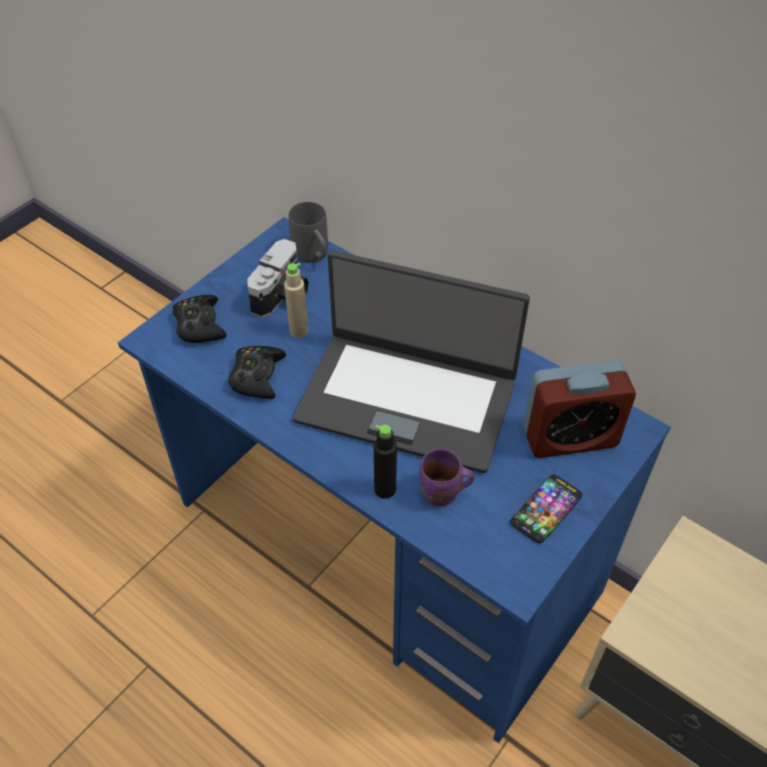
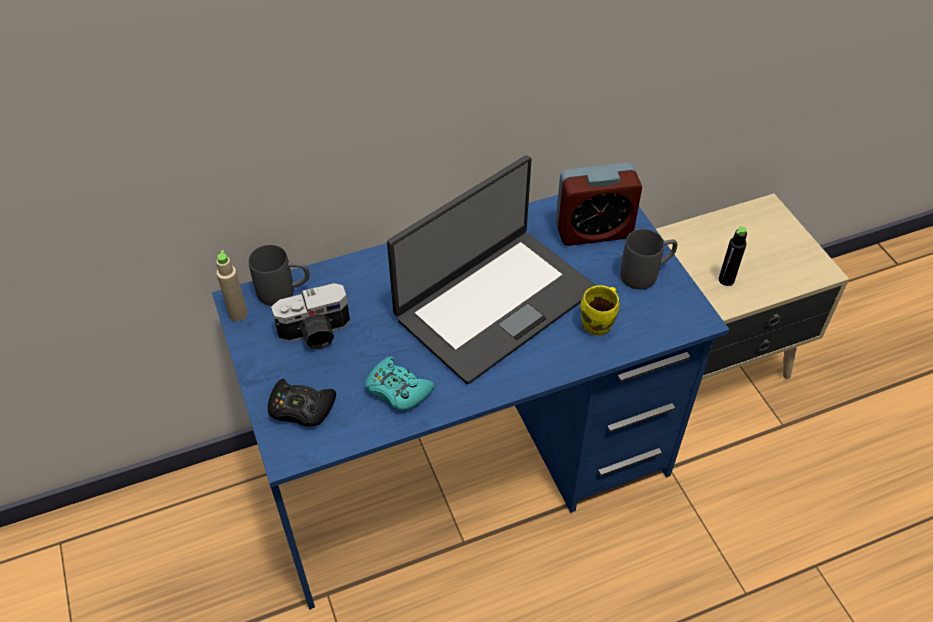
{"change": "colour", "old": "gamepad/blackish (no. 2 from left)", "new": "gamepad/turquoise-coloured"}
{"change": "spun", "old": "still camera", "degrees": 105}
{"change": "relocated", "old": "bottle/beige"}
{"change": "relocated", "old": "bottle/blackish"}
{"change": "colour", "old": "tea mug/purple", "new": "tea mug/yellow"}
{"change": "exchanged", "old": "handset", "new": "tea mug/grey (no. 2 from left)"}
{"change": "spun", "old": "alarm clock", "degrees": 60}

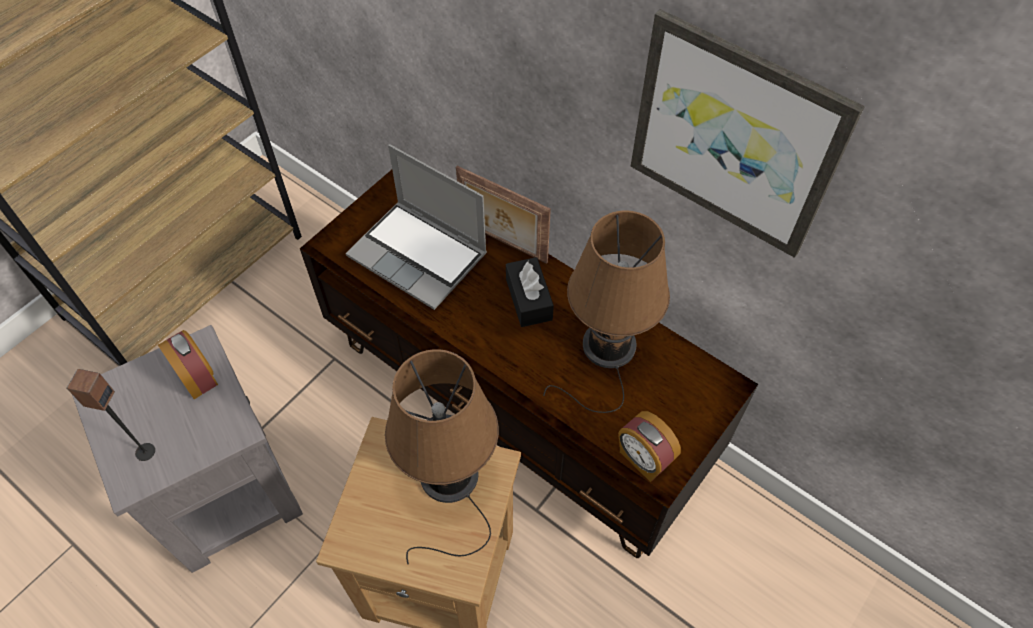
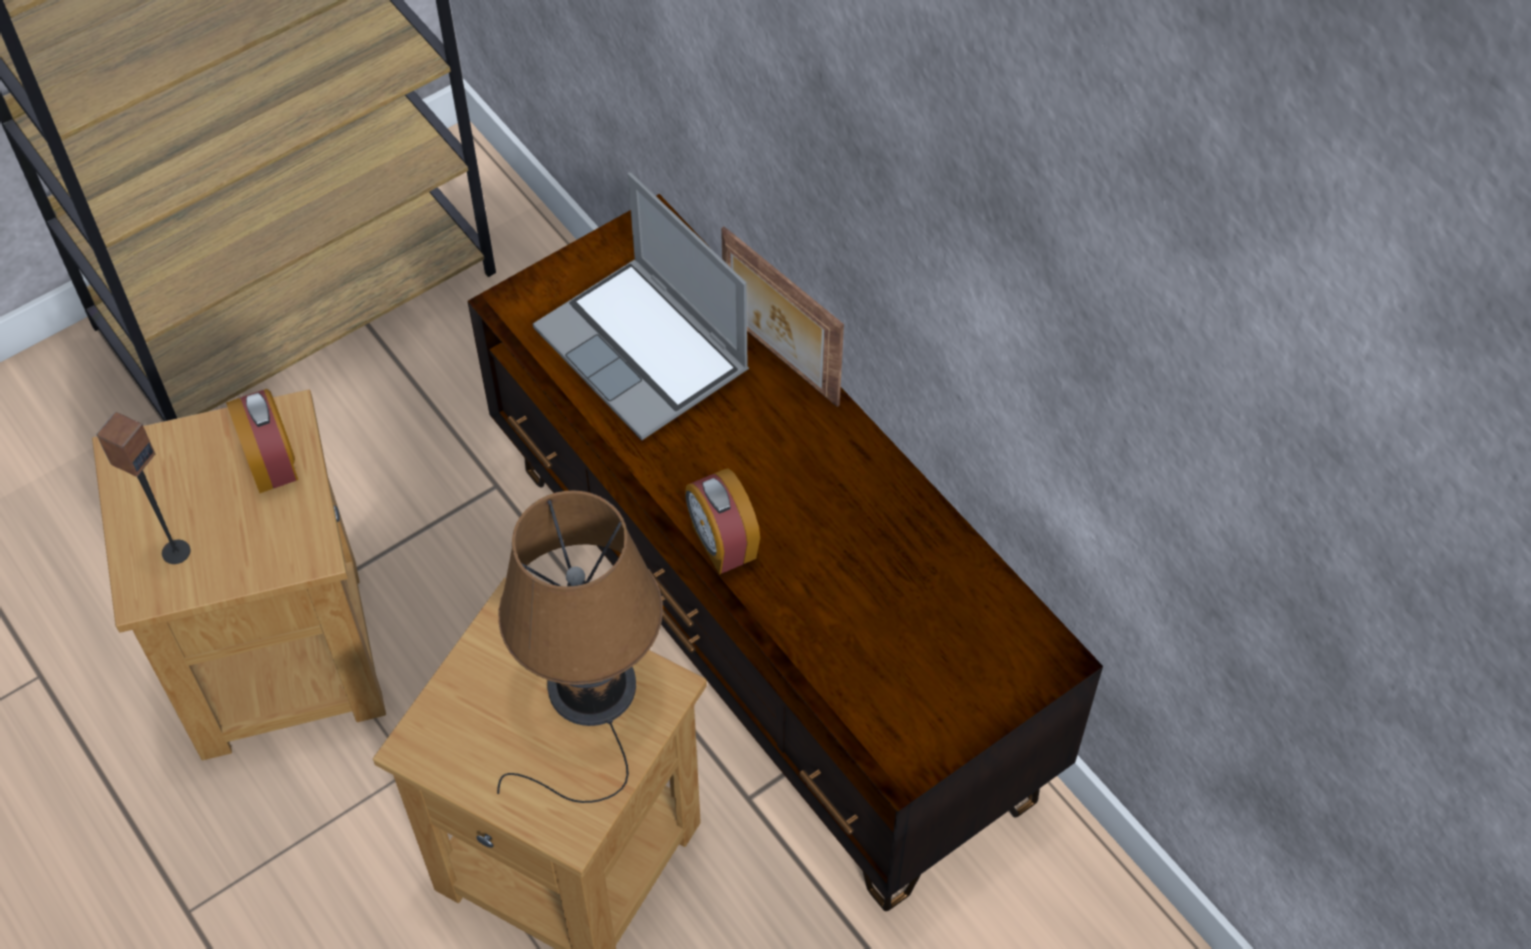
{"change": "colour", "old": "accent table/grey", "new": "accent table/brown-coloured (no. 1 from left)"}
{"change": "missing", "old": "box of tissues/blackish"}
{"change": "missing", "old": "table lamp/brown-coloured (no. 2 from left)"}
{"change": "relocated", "old": "alarm clock (no. 2 from left)"}
{"change": "missing", "old": "wall picture"}

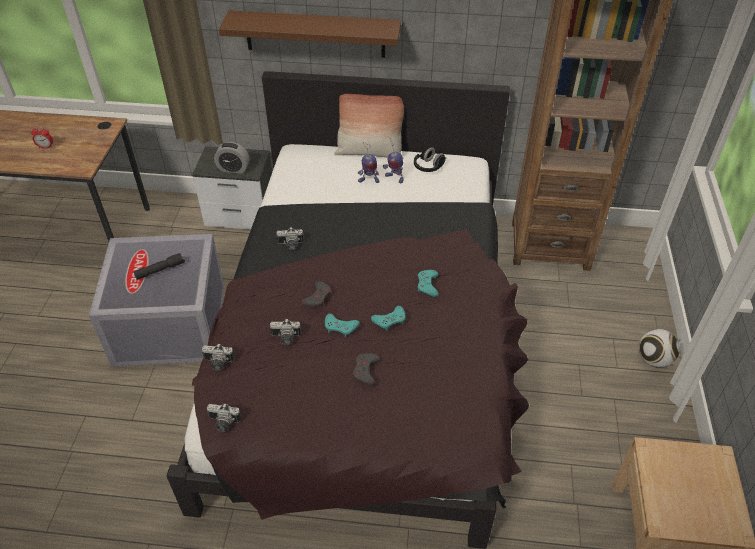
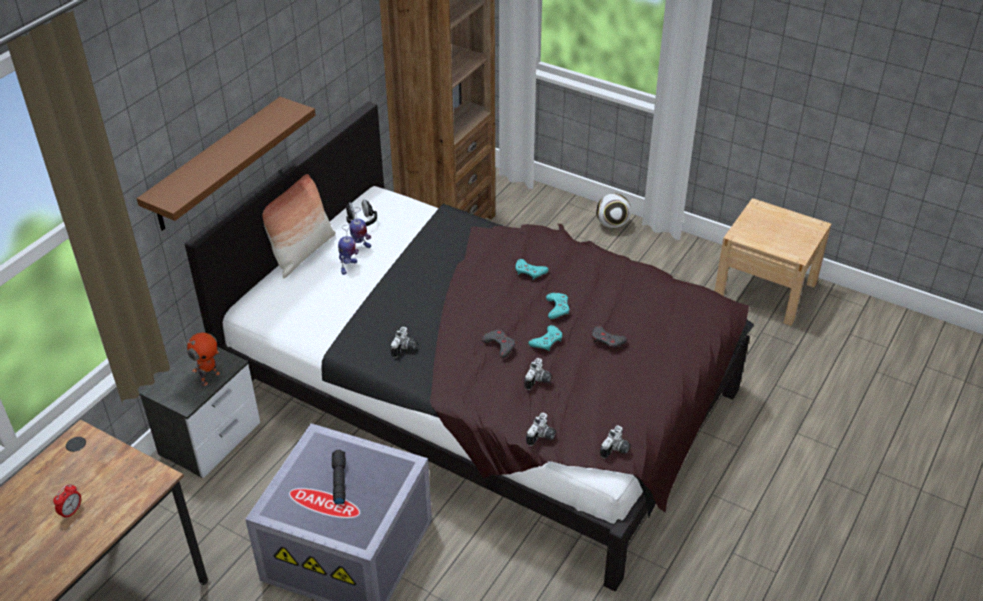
{"change": "exchanged", "old": "alarm clock (no. 2 from left)", "new": "robot figure (no. 1 from left)"}

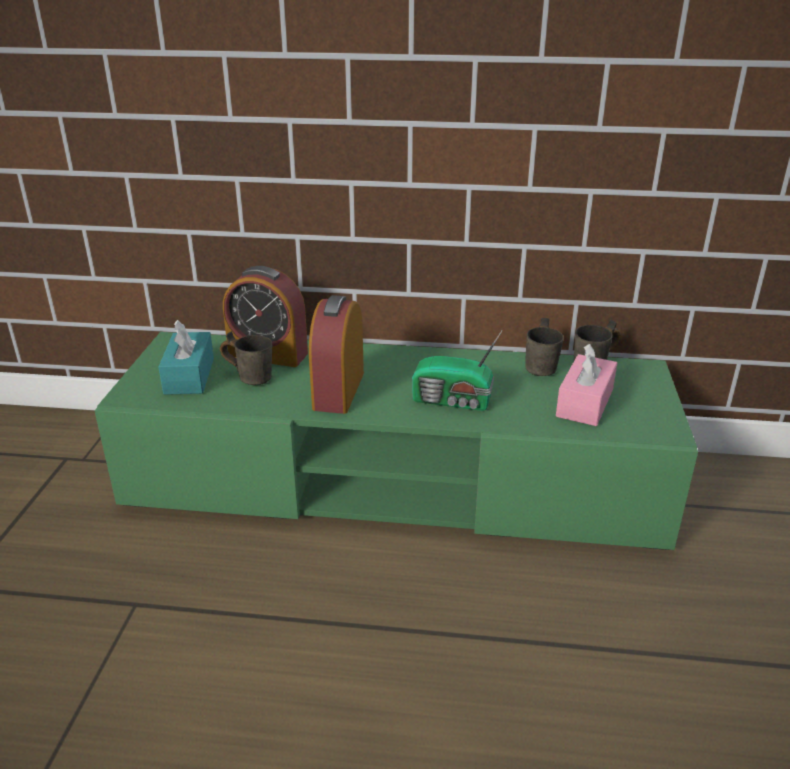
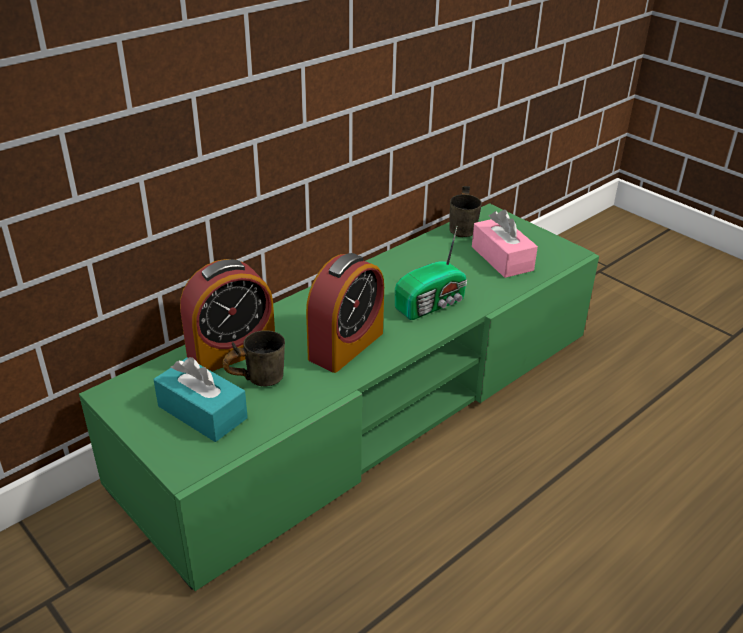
{"change": "spun", "old": "alarm clock (no. 2 from left)", "degrees": -105}
{"change": "missing", "old": "tea mug/grey (no. 2 from left)"}

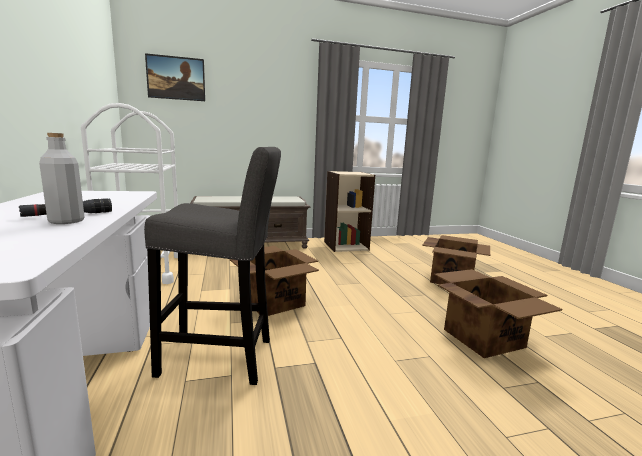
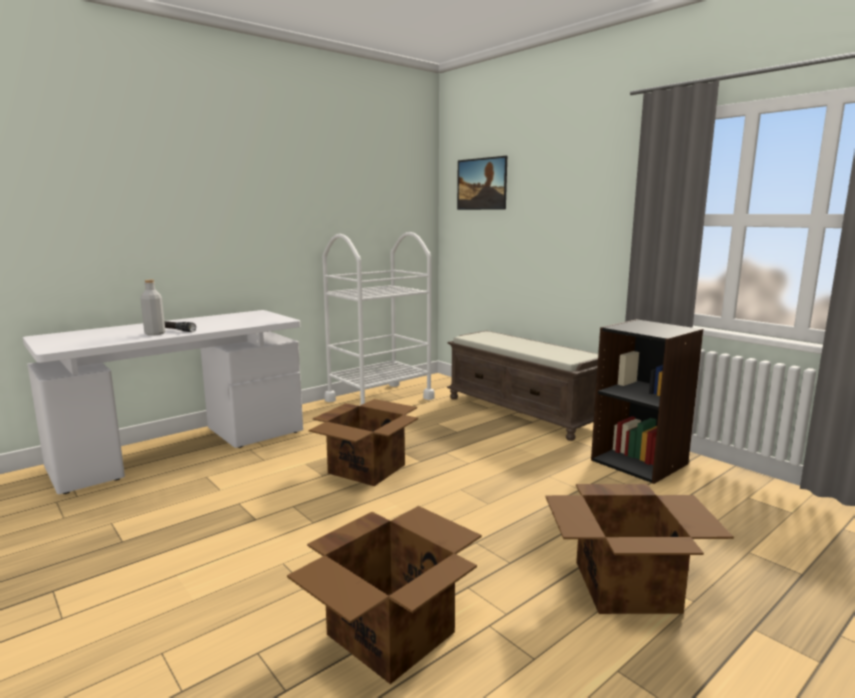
{"change": "missing", "old": "stool seat/grey"}
{"change": "colour", "old": "shelving unit/beige", "new": "shelving unit/blackish"}

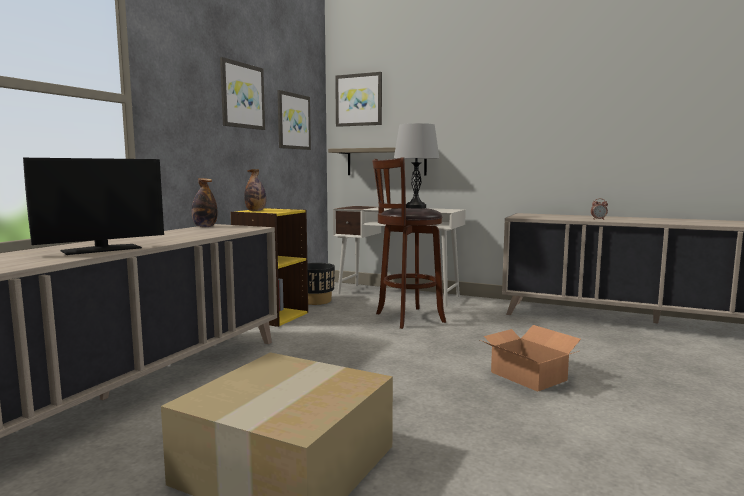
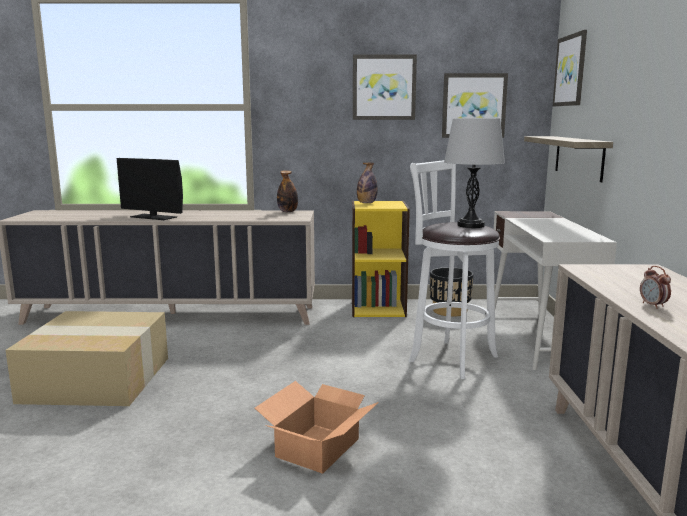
{"change": "colour", "old": "stool seat/brown-coloured", "new": "stool seat/white"}

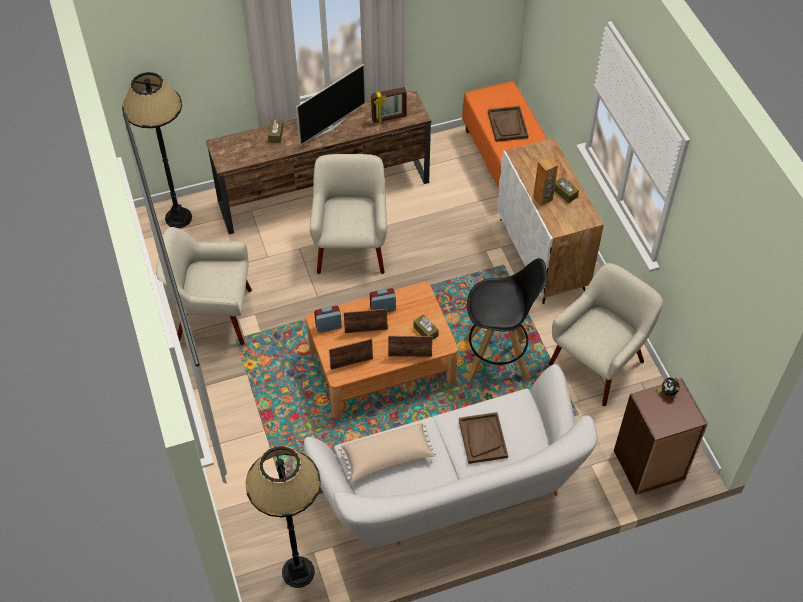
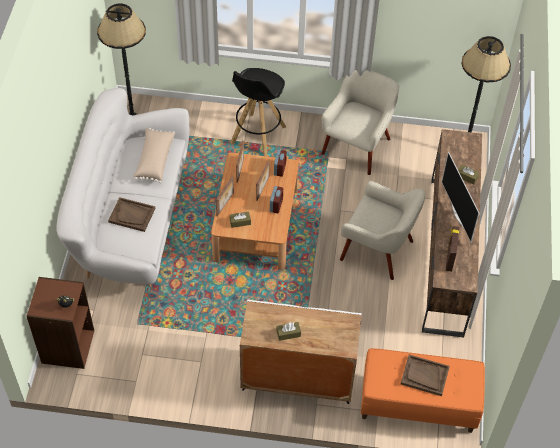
{"change": "relocated", "old": "stool seat/blackish"}
{"change": "missing", "old": "loudspeaker/brown-coloured"}
{"change": "missing", "old": "armchair/beige (no. 3 from left)"}

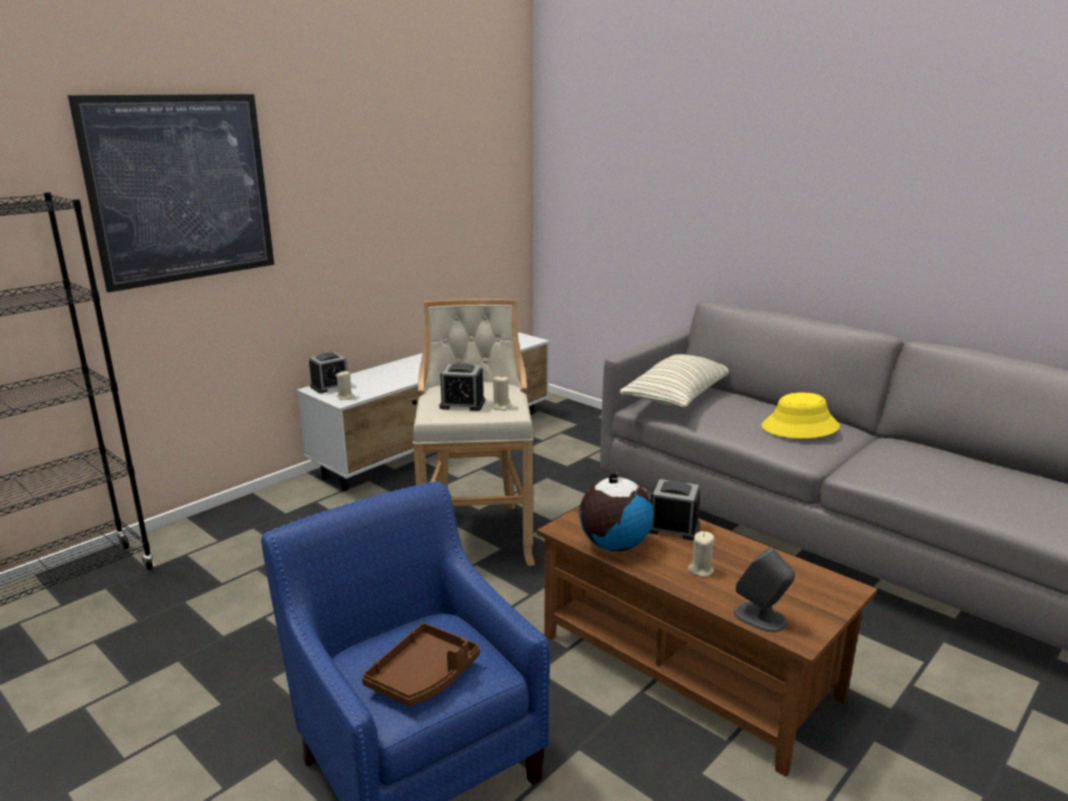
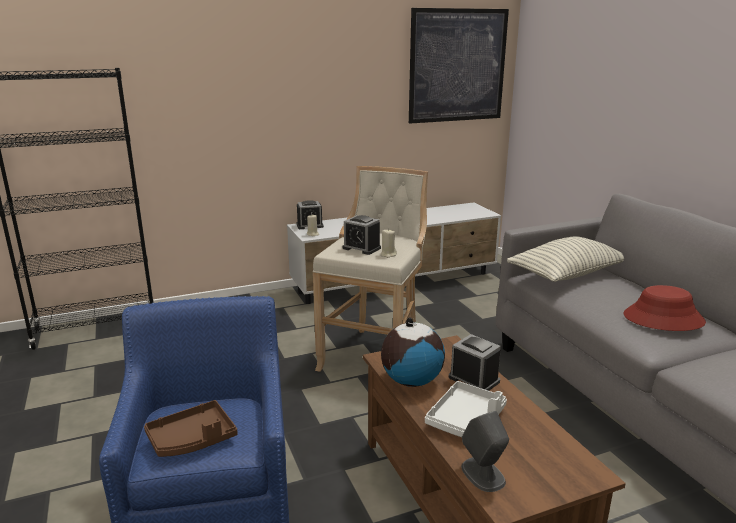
{"change": "relocated", "old": "wall picture"}
{"change": "exchanged", "old": "wax light/beige (no. 3 from left)", "new": "serving tray/white"}
{"change": "colour", "old": "wearable hat/yellow", "new": "wearable hat/reddish"}

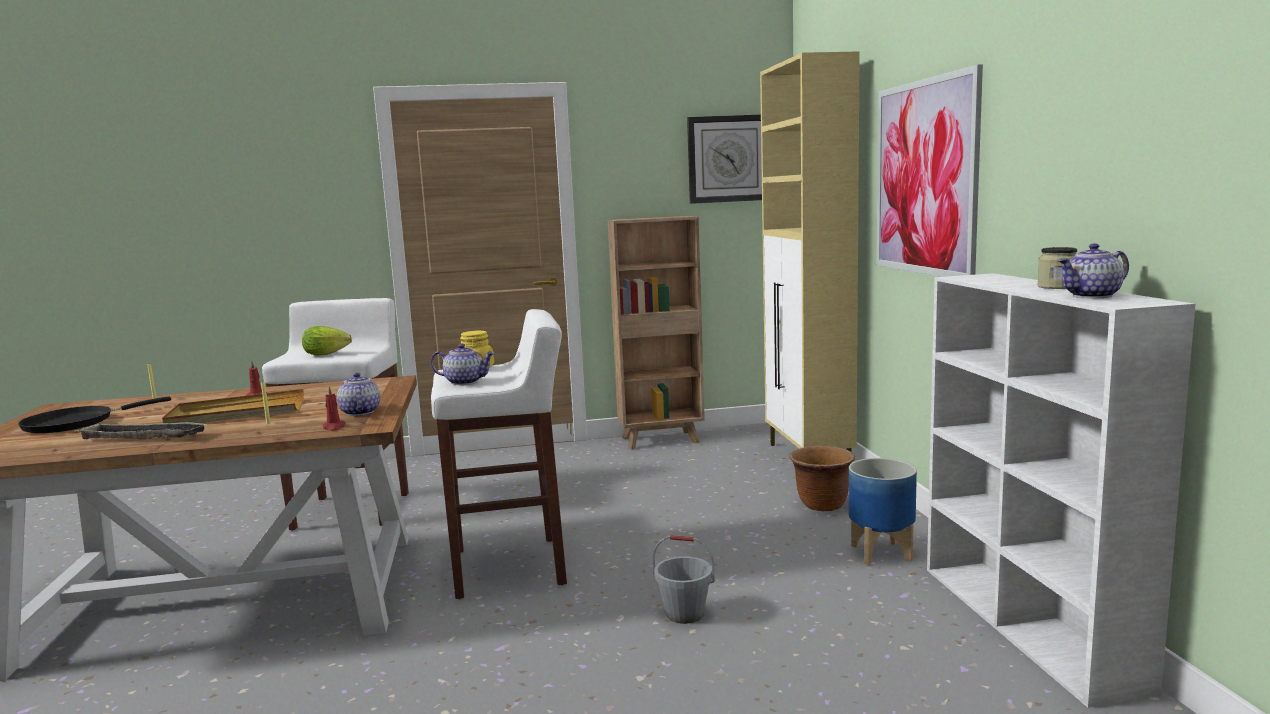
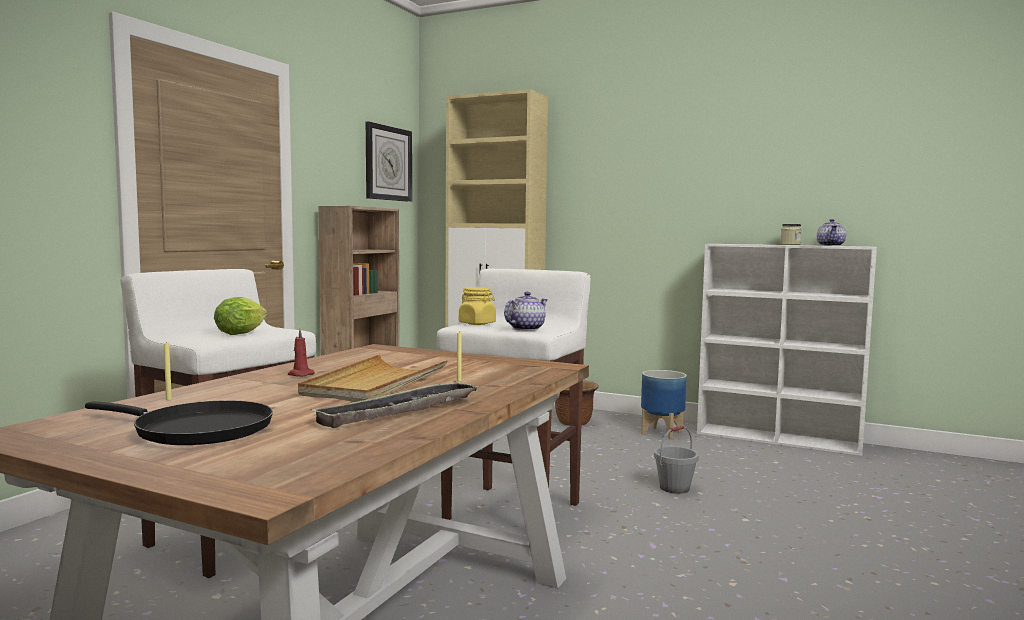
{"change": "spun", "old": "frying pan/blackish", "degrees": -60}
{"change": "missing", "old": "wax light/reddish (no. 2 from left)"}
{"change": "missing", "old": "tea pot (no. 1 from left)"}
{"change": "missing", "old": "wall picture"}

